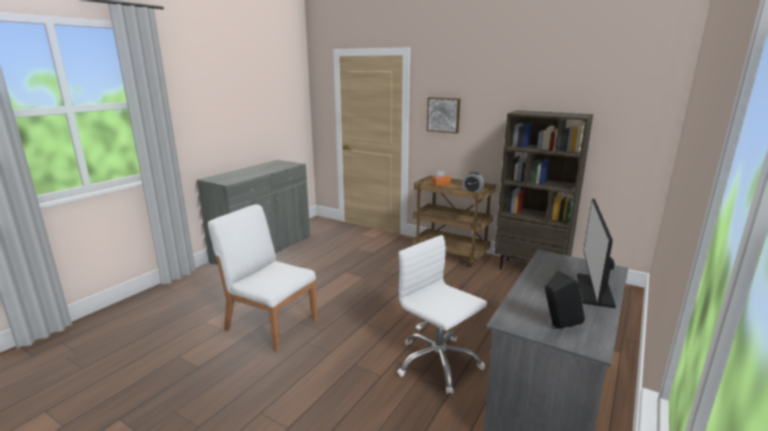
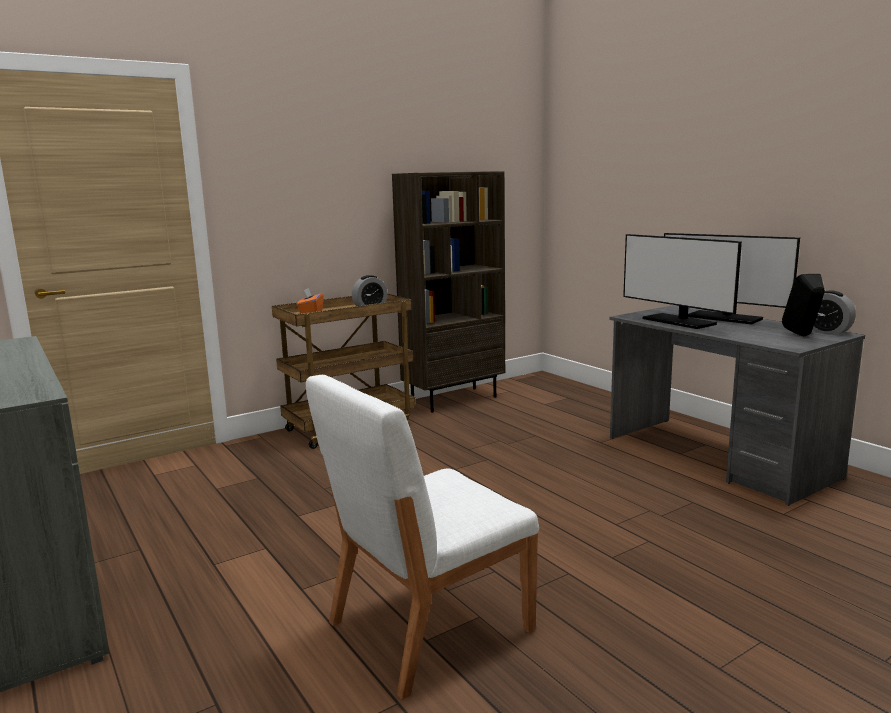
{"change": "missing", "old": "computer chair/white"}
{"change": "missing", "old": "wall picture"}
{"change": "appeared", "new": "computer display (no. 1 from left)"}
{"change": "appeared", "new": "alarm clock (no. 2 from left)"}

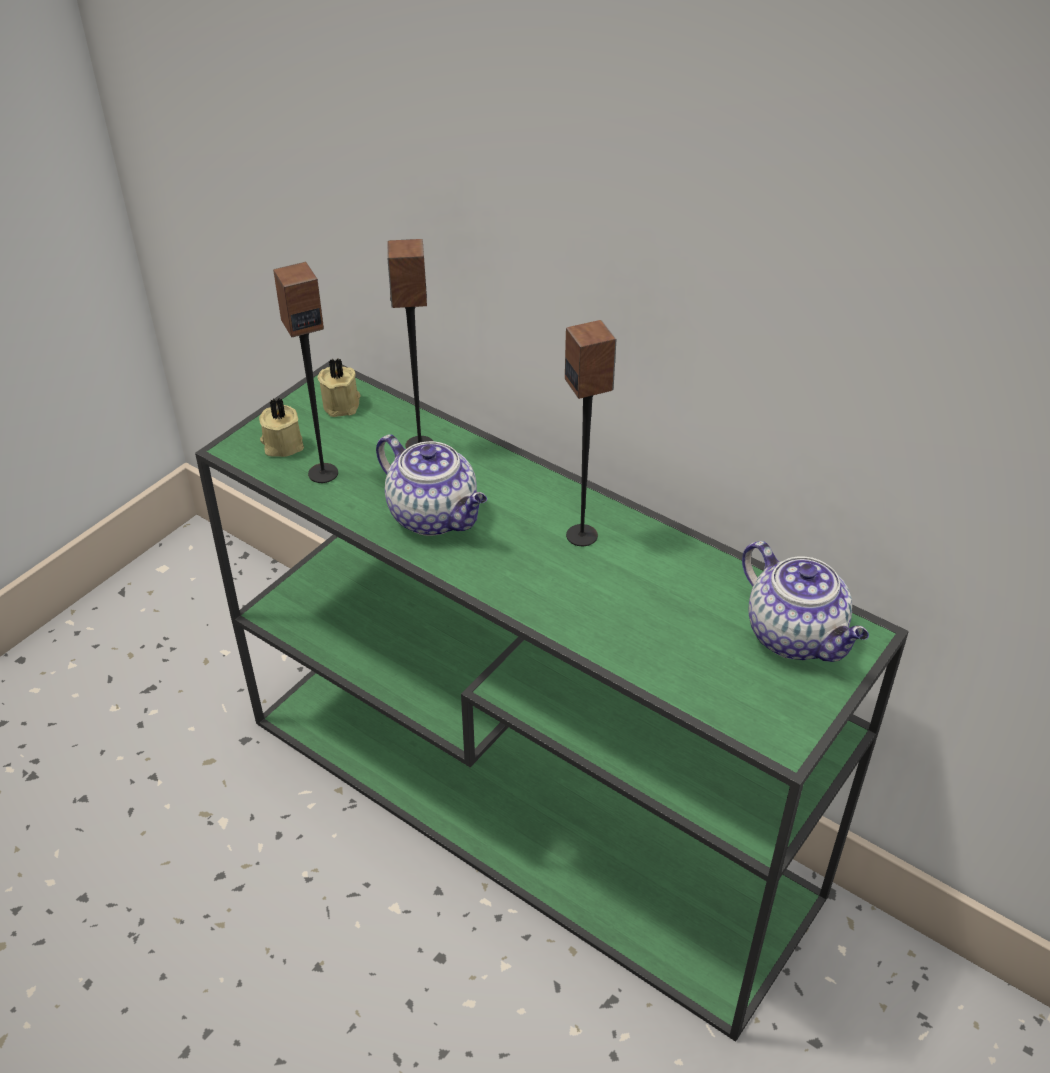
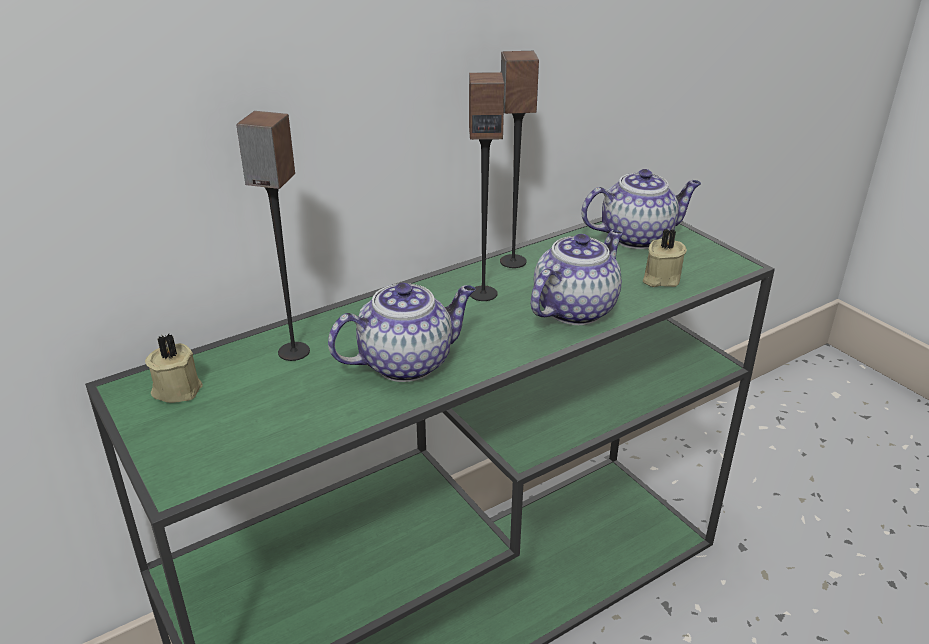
{"change": "relocated", "old": "wax light/beige (no. 1 from left in the first image)", "new": "wax light/beige (no. 2 from left)"}
{"change": "relocated", "old": "loudspeaker (no. 1 from left in the first image)", "new": "loudspeaker (no. 3 from left)"}
{"change": "appeared", "new": "tea pot (no. 2 from left)"}

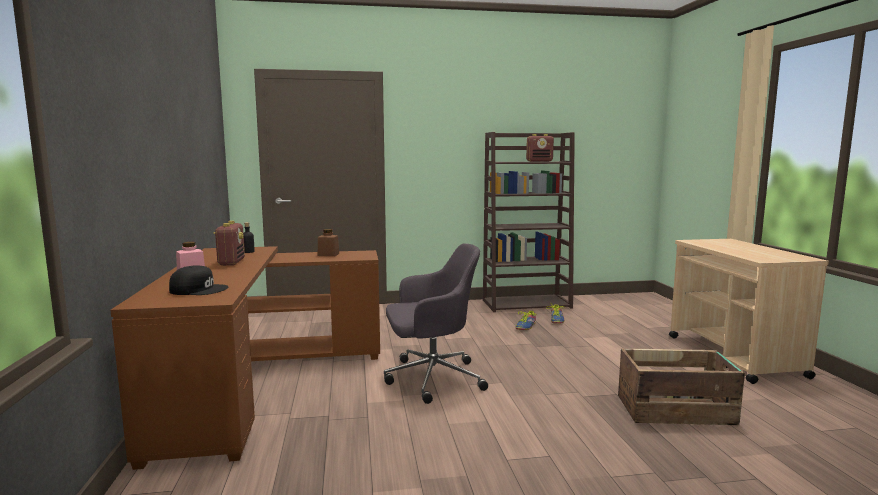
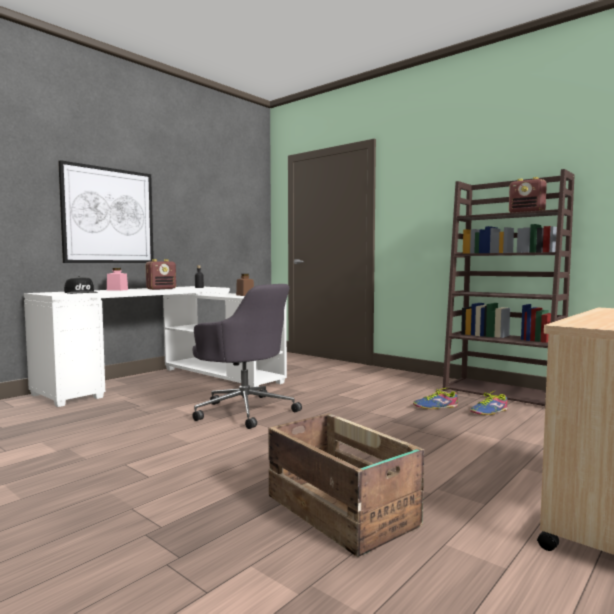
{"change": "colour", "old": "desk table/brown-coloured", "new": "desk table/white"}
{"change": "appeared", "new": "wall picture"}

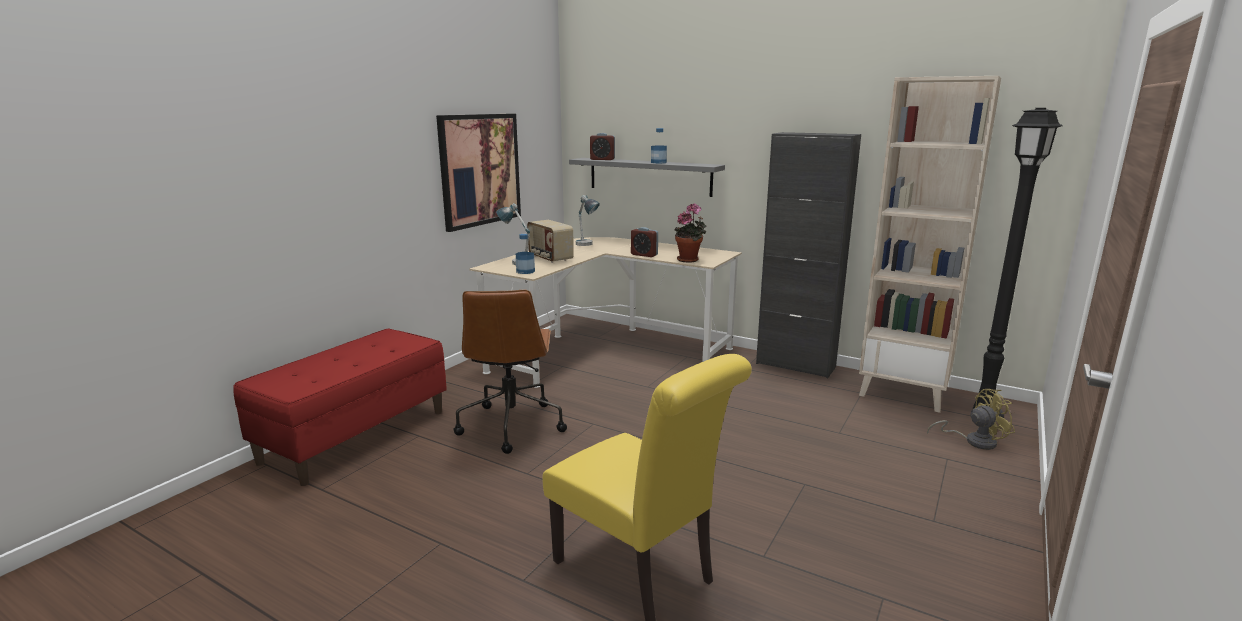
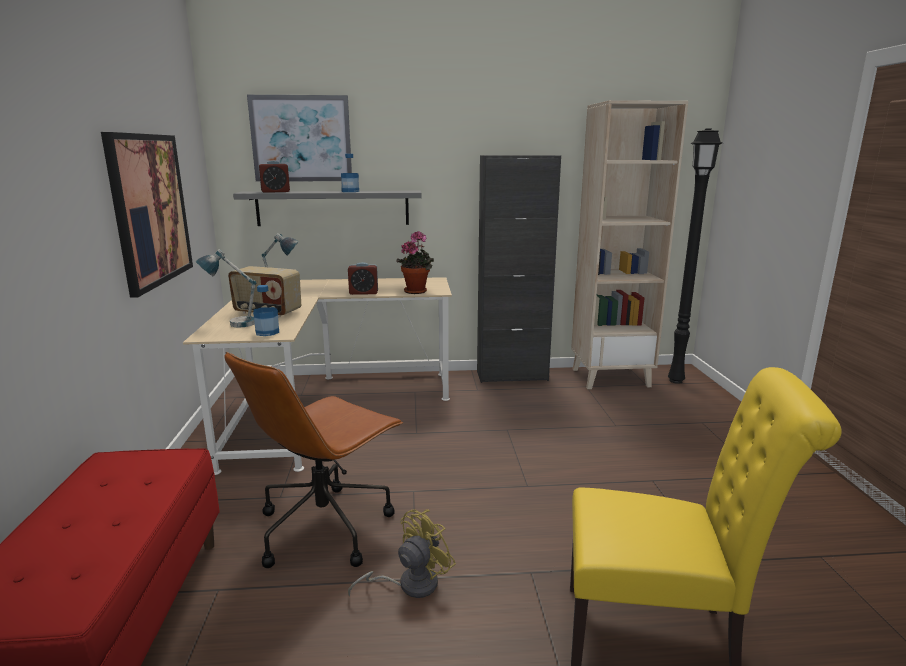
{"change": "spun", "old": "computer chair/brown-coloured", "degrees": 75}
{"change": "relocated", "old": "electric fan/yellow"}
{"change": "appeared", "new": "wall picture (no. 2 from left)"}

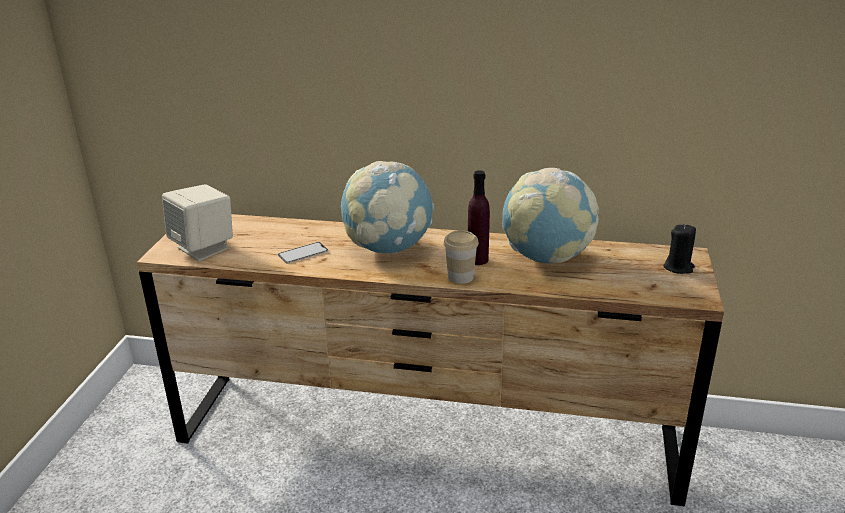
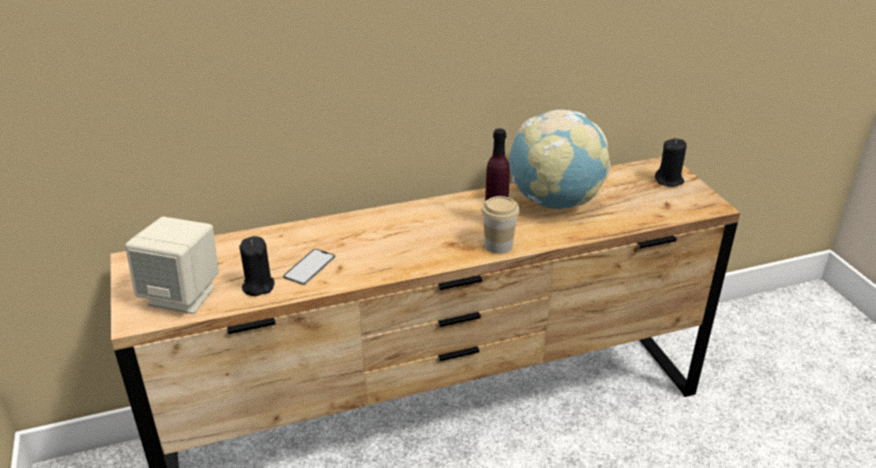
{"change": "missing", "old": "desk globe (no. 1 from left)"}
{"change": "appeared", "new": "wax light/blackish (no. 1 from left)"}

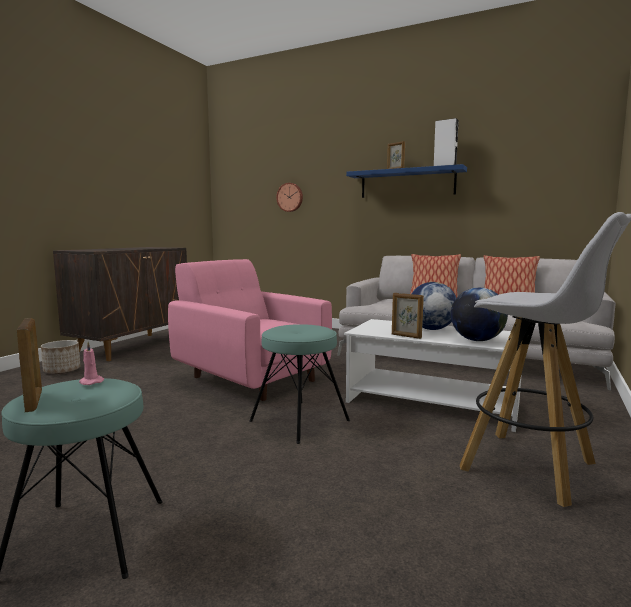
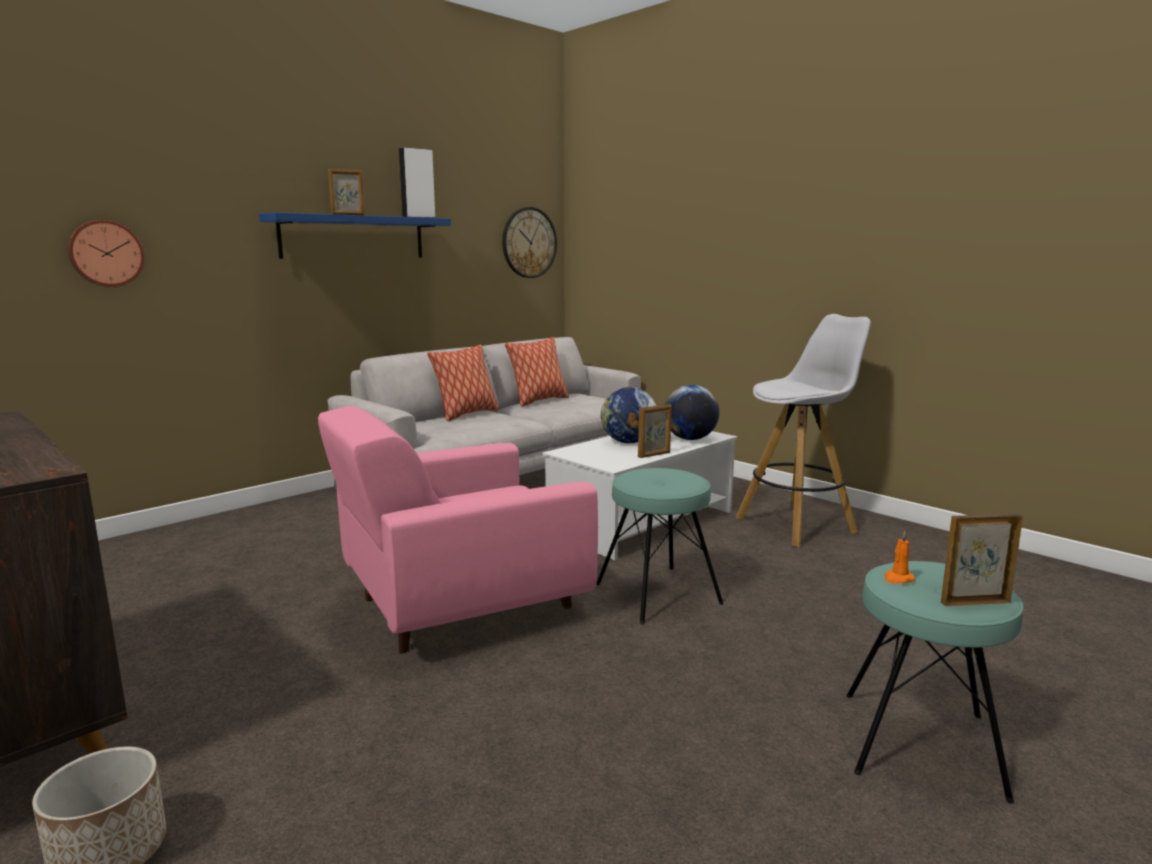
{"change": "colour", "old": "wax light/pink-coloured", "new": "wax light/orangey"}
{"change": "appeared", "new": "clock on the wall (no. 2 from left)"}

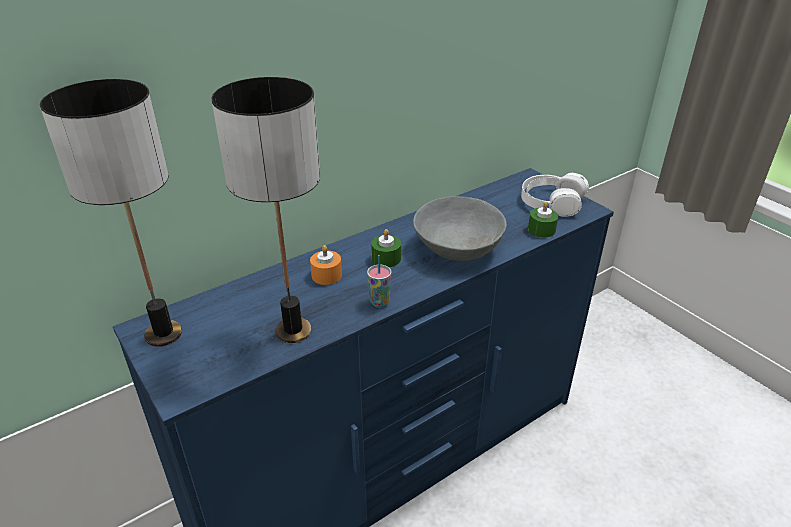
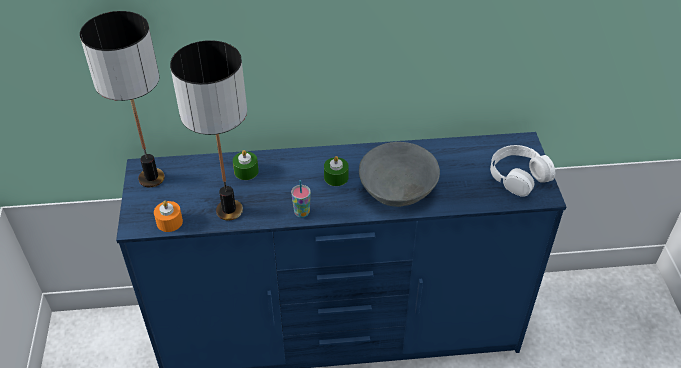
{"change": "relocated", "old": "wax light/orangey"}
{"change": "relocated", "old": "wax light/green (no. 2 from left in the first image)", "new": "wax light/green (no. 1 from left)"}

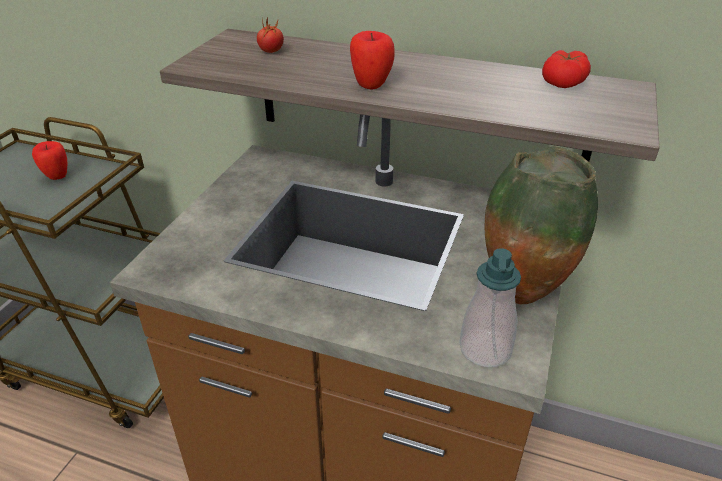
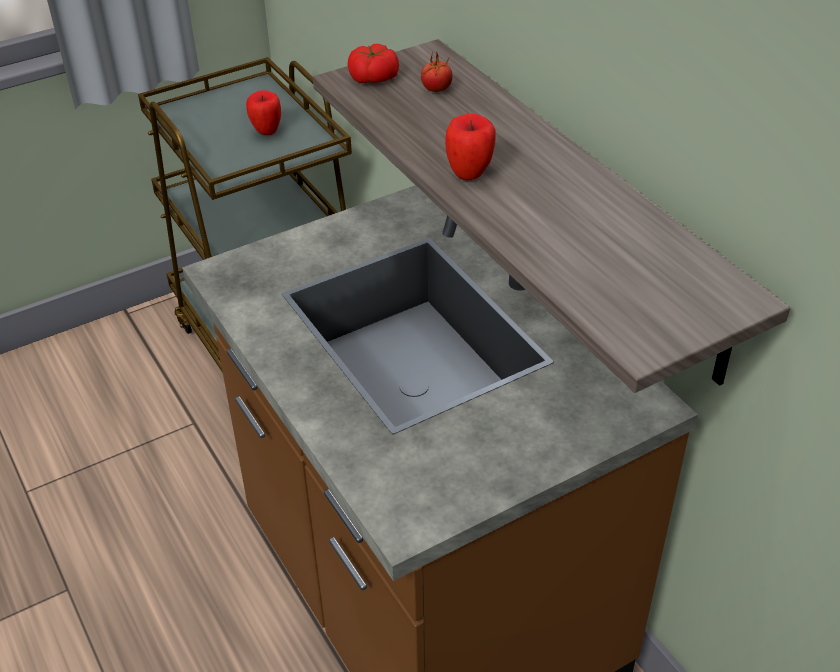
{"change": "missing", "old": "liquid soap bottle"}
{"change": "missing", "old": "flower vase"}
{"change": "relocated", "old": "fresh tomato (no. 2 from left in the first image)", "new": "fresh tomato (no. 1 from left)"}

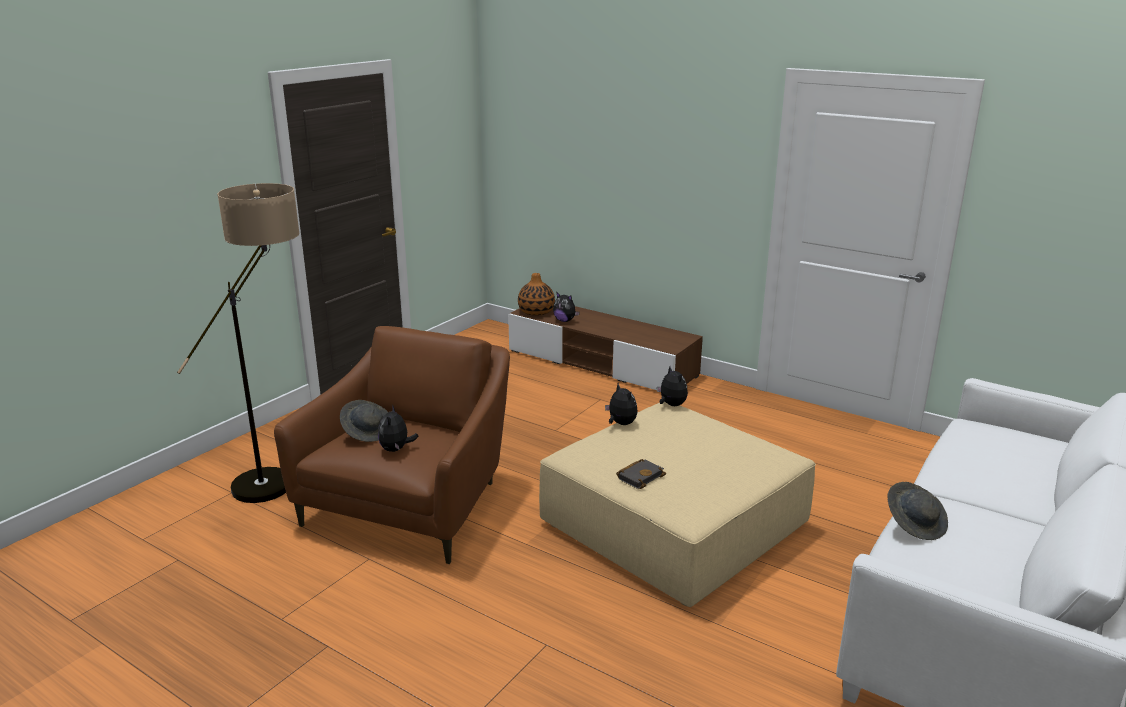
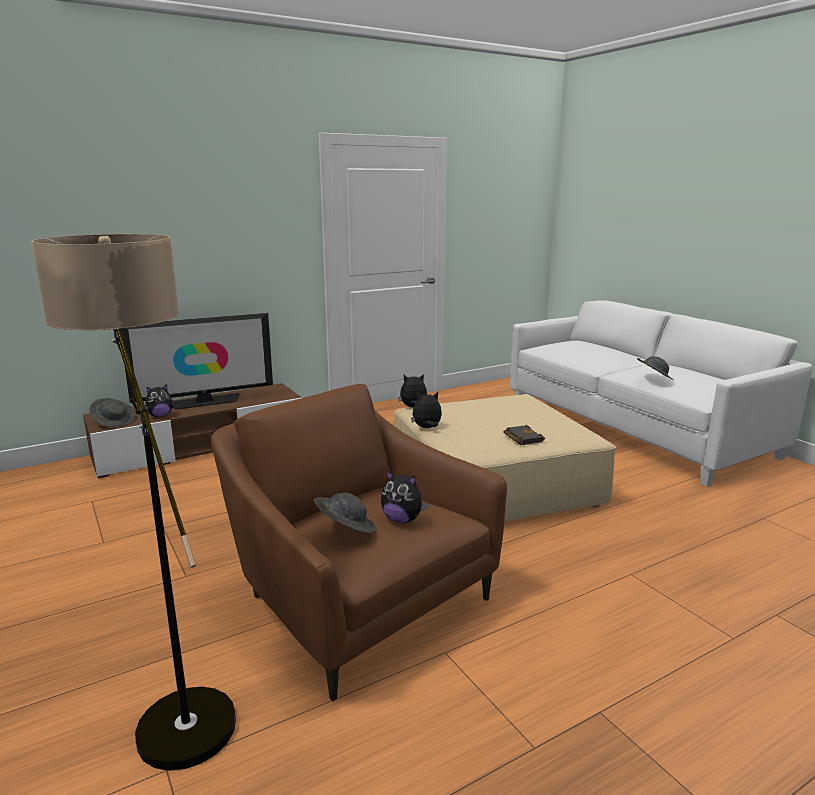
{"change": "exchanged", "old": "flower vase", "new": "wearable hat/grey (no. 1 from left)"}
{"change": "appeared", "new": "television"}

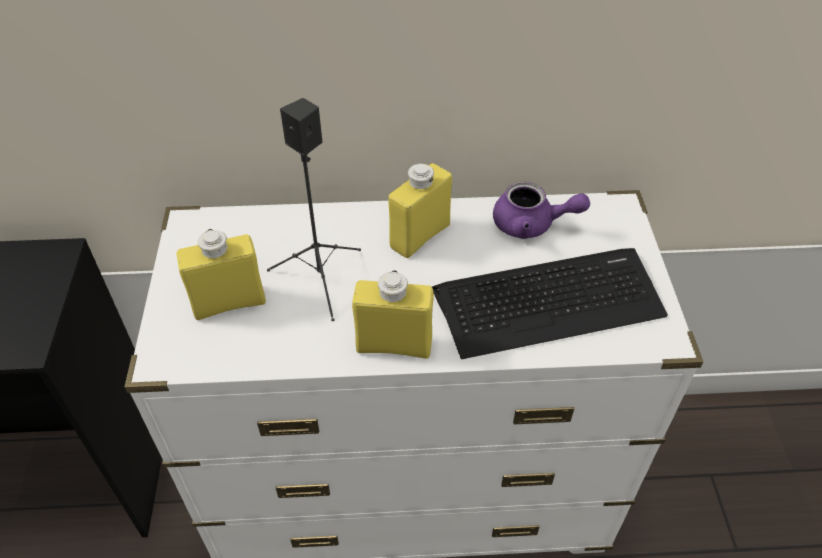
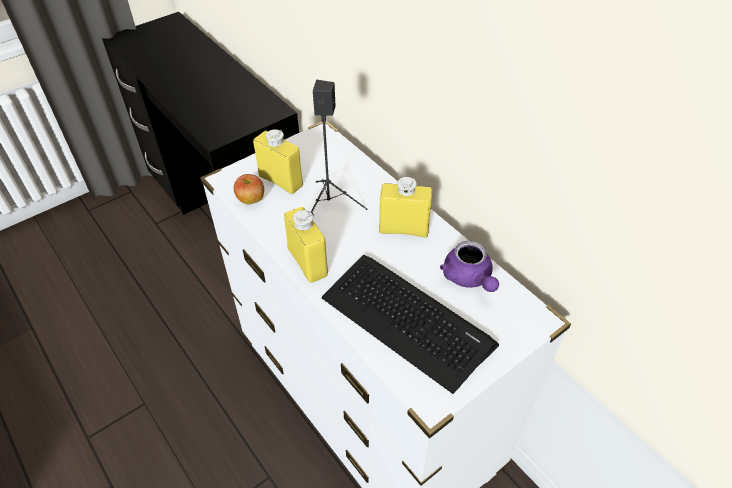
{"change": "appeared", "new": "whole apple"}

